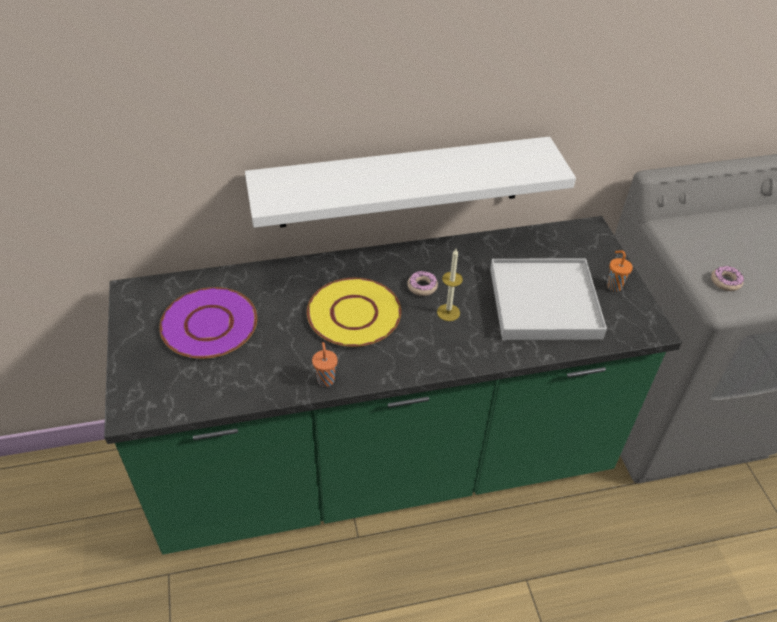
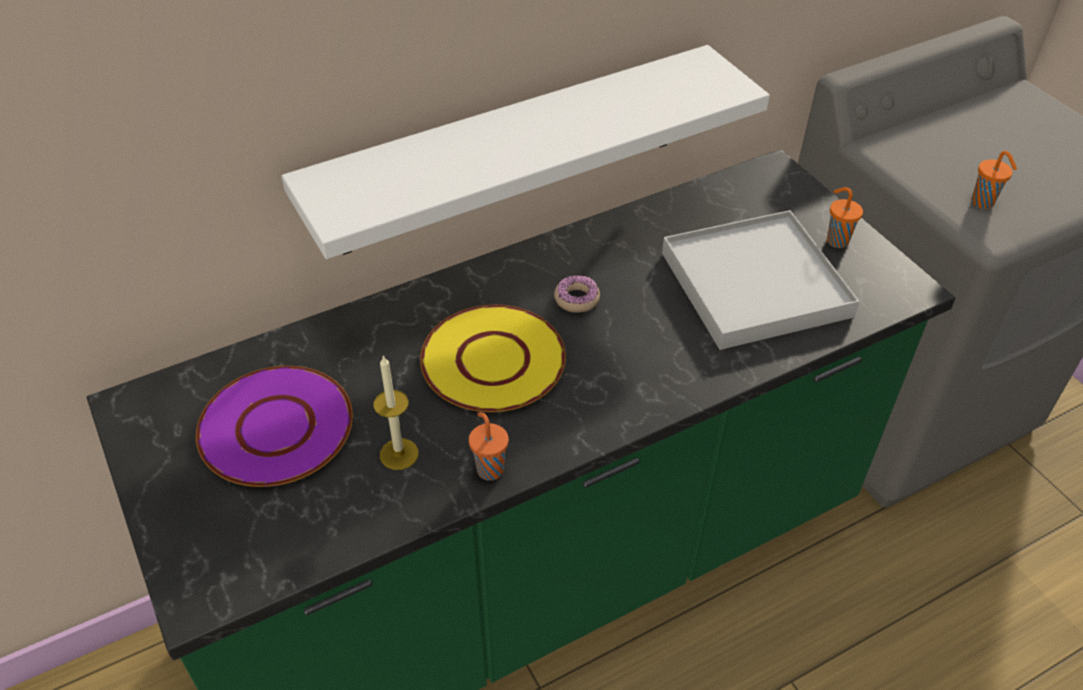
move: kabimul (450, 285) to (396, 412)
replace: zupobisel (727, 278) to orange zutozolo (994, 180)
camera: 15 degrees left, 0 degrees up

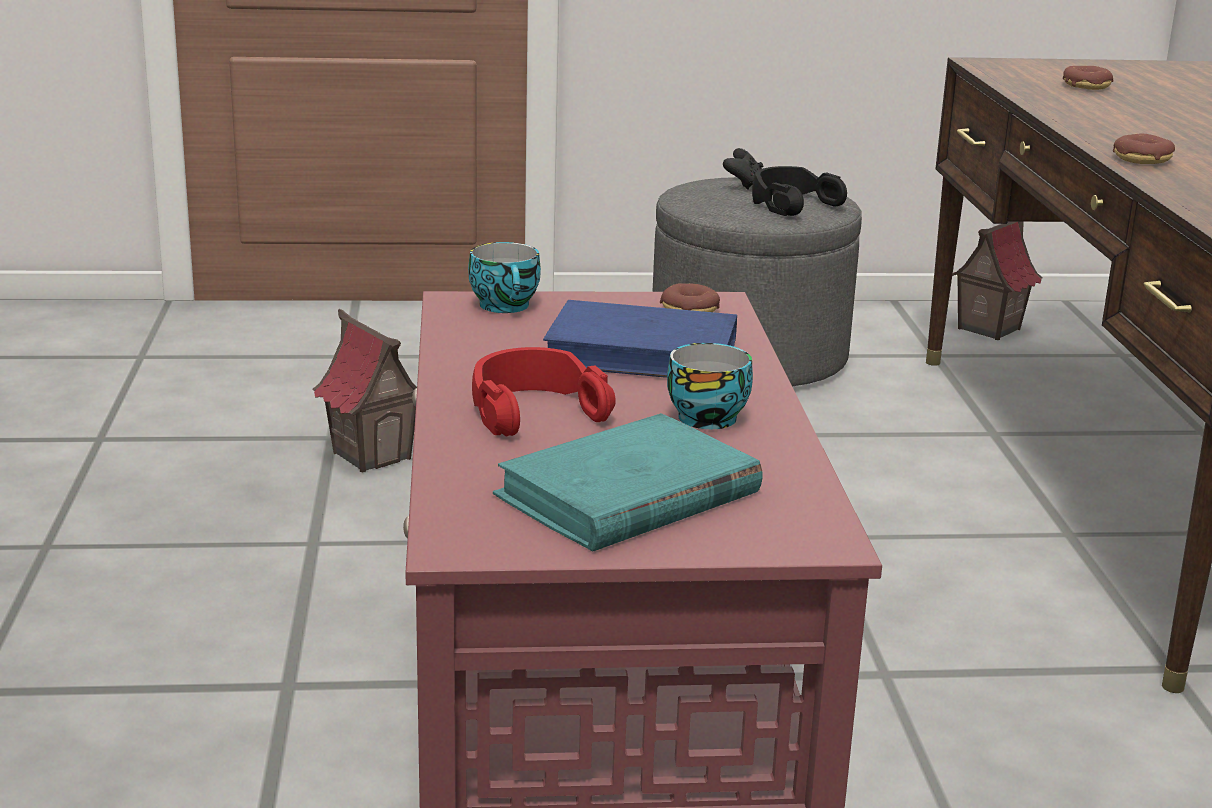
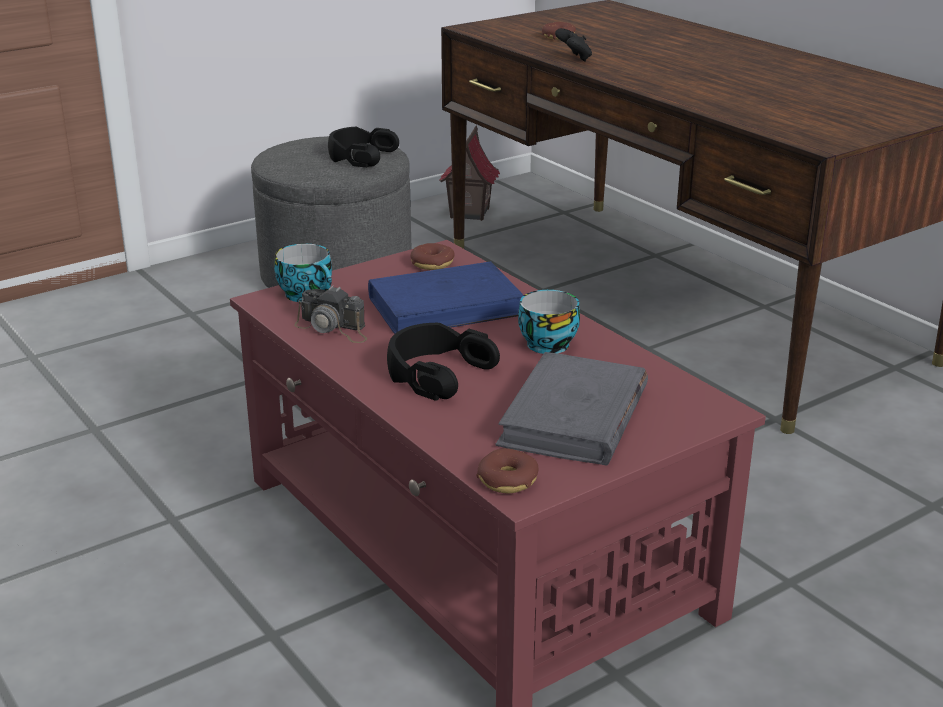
delete: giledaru (364, 390)
insert: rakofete (330, 314)
move: zupobisel (1144, 149) to (507, 470); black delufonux (743, 169) to (573, 45)
recolor: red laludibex (544, 391) to black laludibex (443, 361); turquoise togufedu (628, 482) to grey togufedu (572, 409)
camera: 30 degrees left, 5 degrees up

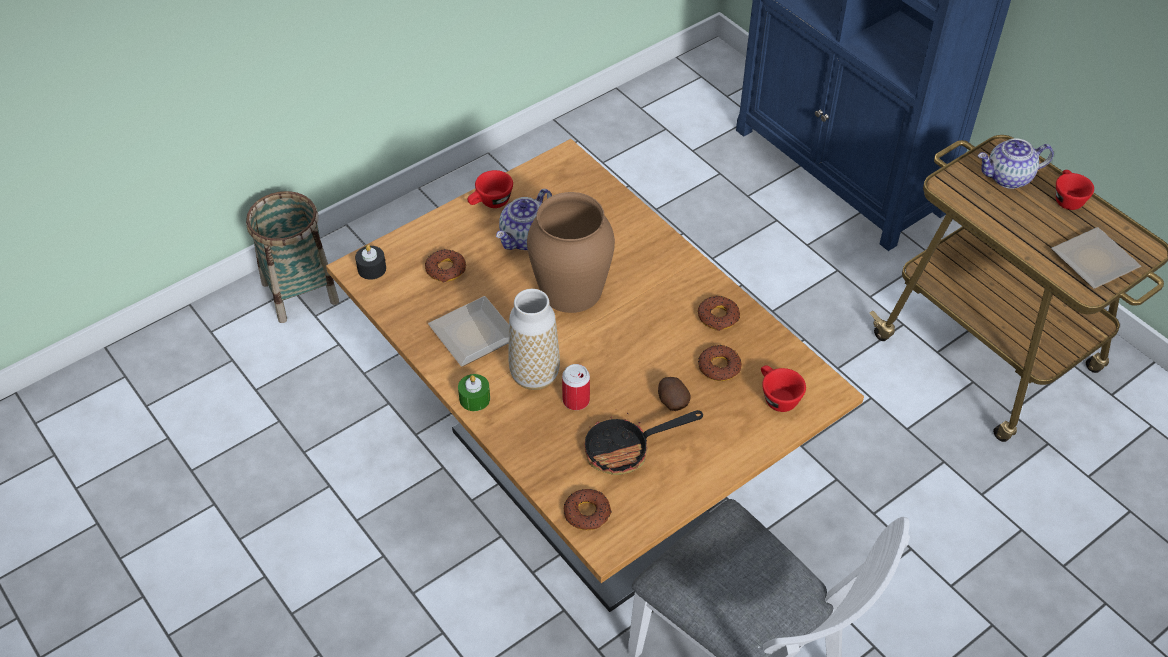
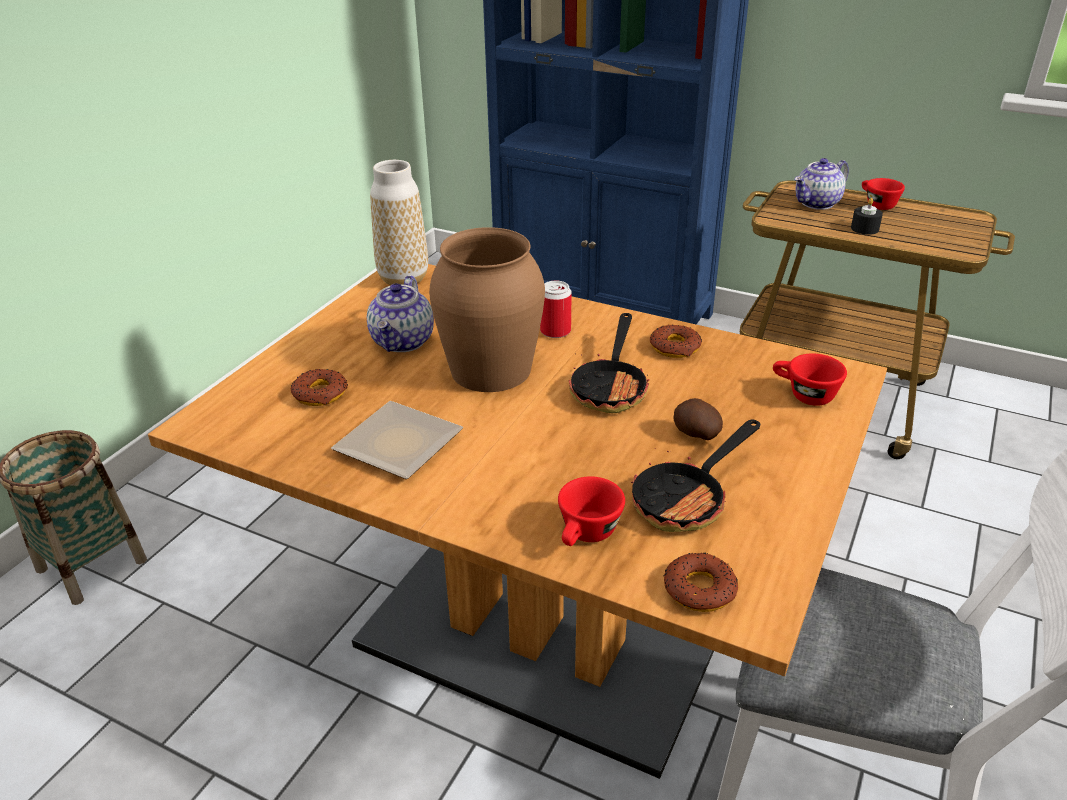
delete: green kabimul (474, 392); zupobisel (720, 363); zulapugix (1096, 258)
insert: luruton (609, 363)
move: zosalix (534, 339) to (399, 223); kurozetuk (576, 387) to (556, 309); red zutozolo (490, 189) to (591, 511); black kabimul (370, 262) to (867, 216)
camera: 25 degrees left, 15 degrees down

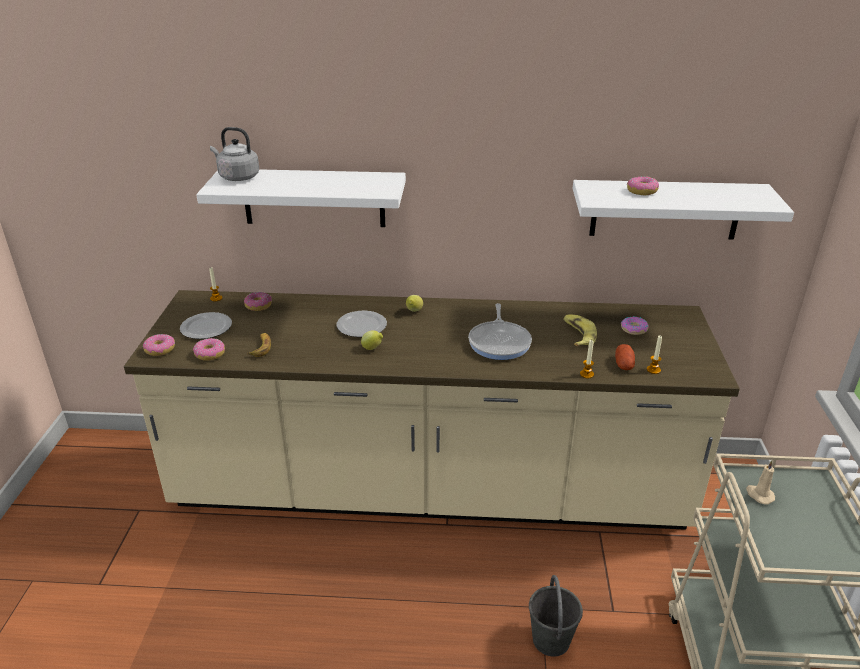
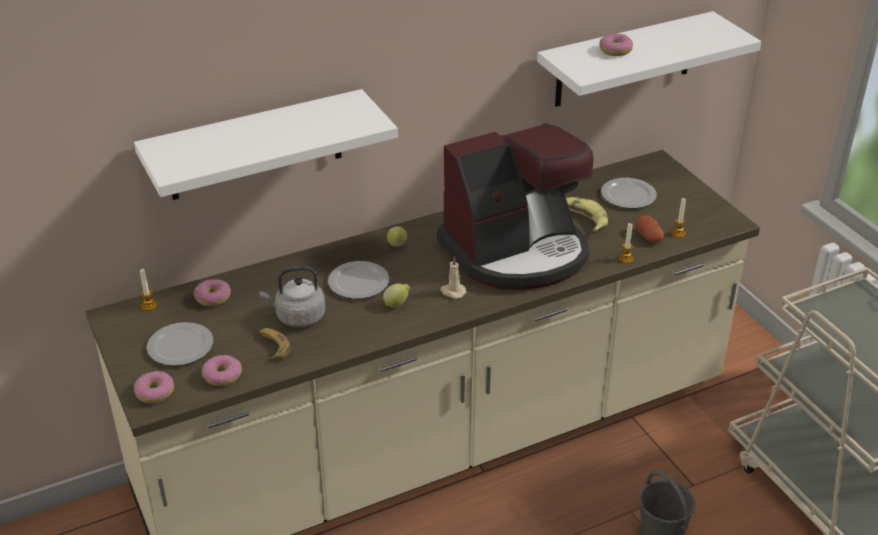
move: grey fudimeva (234, 154) to (292, 296); beige kabimul (760, 482) to (453, 278)
replace: luruton (500, 331) to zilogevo (515, 206); zupobisel (635, 325) to zulapugix (629, 193)
camera: 30 degrees left, 5 degrees up

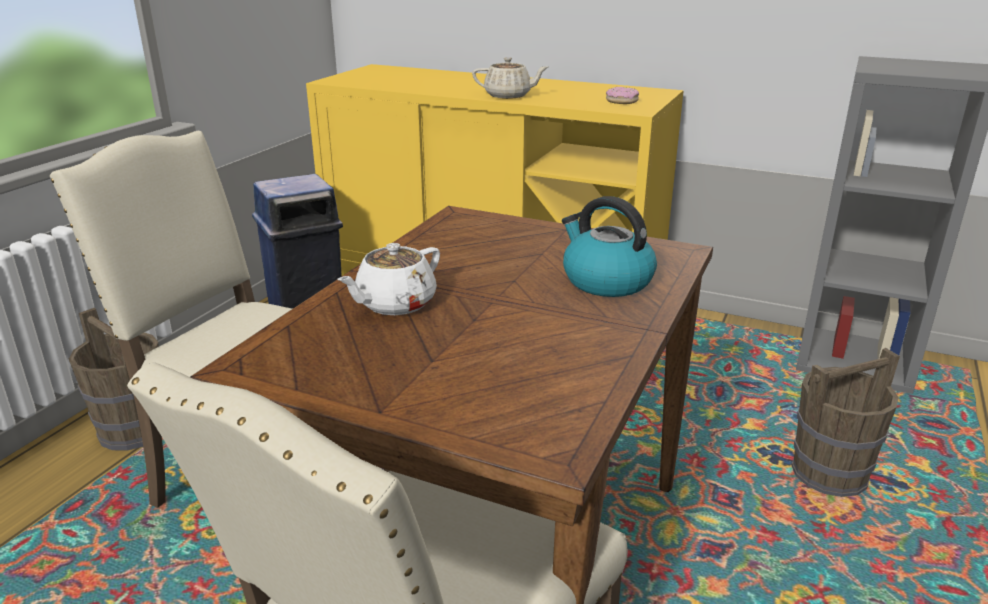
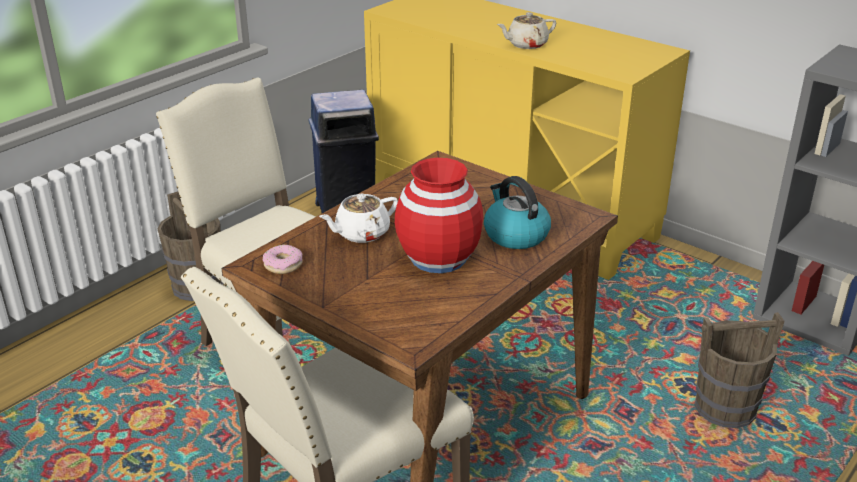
insert: red zosalix (439, 215)
move: zupobisel (622, 95) to (283, 259)
rotate: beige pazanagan (510, 78) = (526, 30) 135 degrees clockwise
camera: 15 degrees right, 5 degrees up

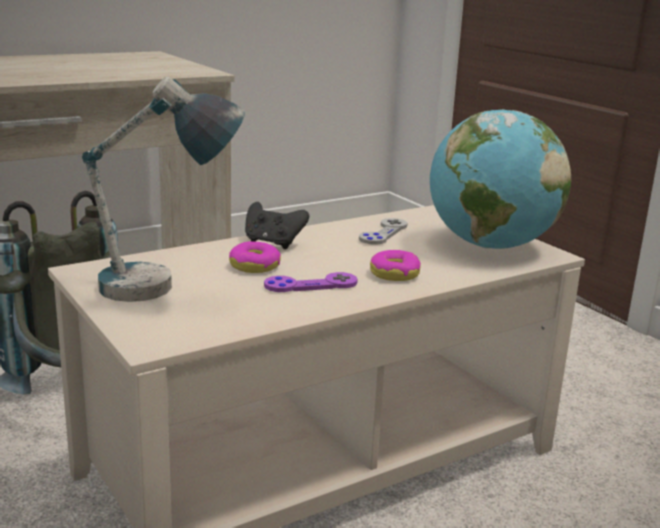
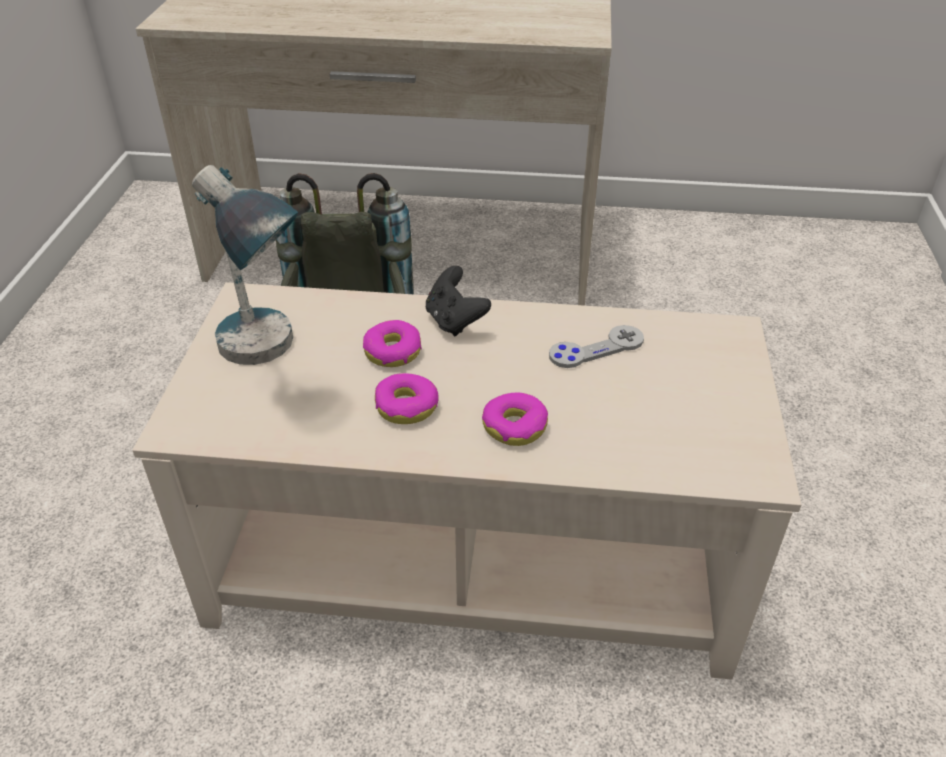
delete: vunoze (500, 179)
replace: purple delufonux (311, 282) to zupobisel (407, 398)
camera: 40 degrees right, 20 degrees up

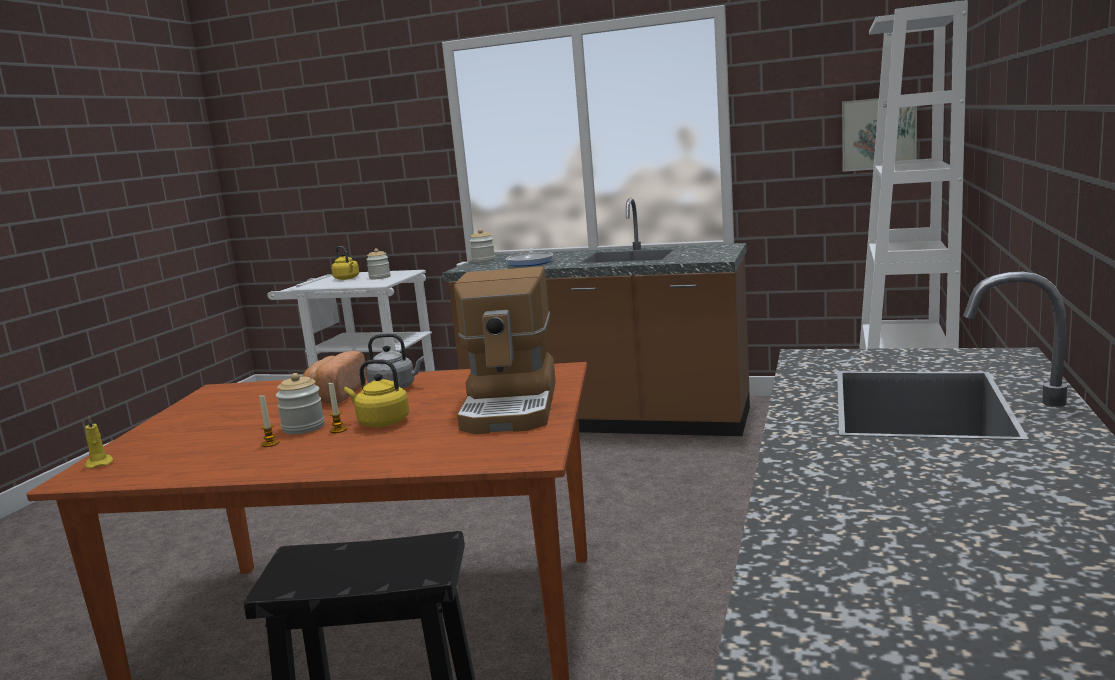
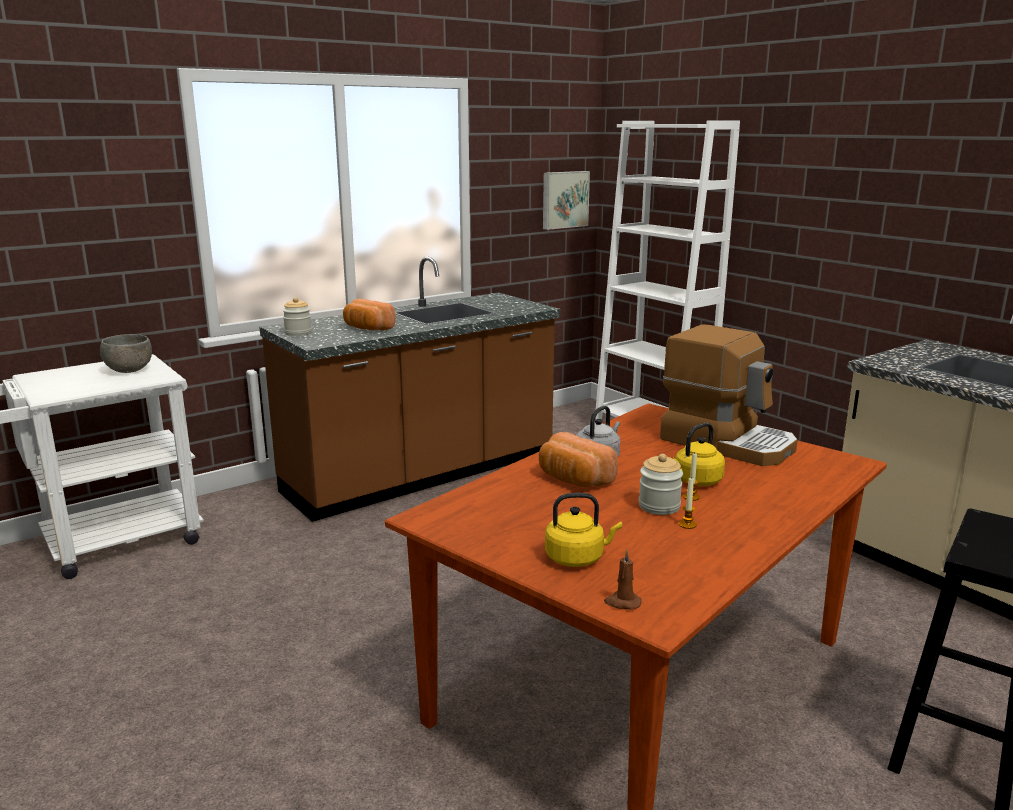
move: yellow fudimeva (345, 263) to (583, 530)
replace: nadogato (378, 263) to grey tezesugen (126, 353); luruton (529, 257) to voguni (369, 314)
recolor: yellow kabimul (99, 441) to brown kabimul (622, 580)
camera: 55 degrees left, 5 degrees up

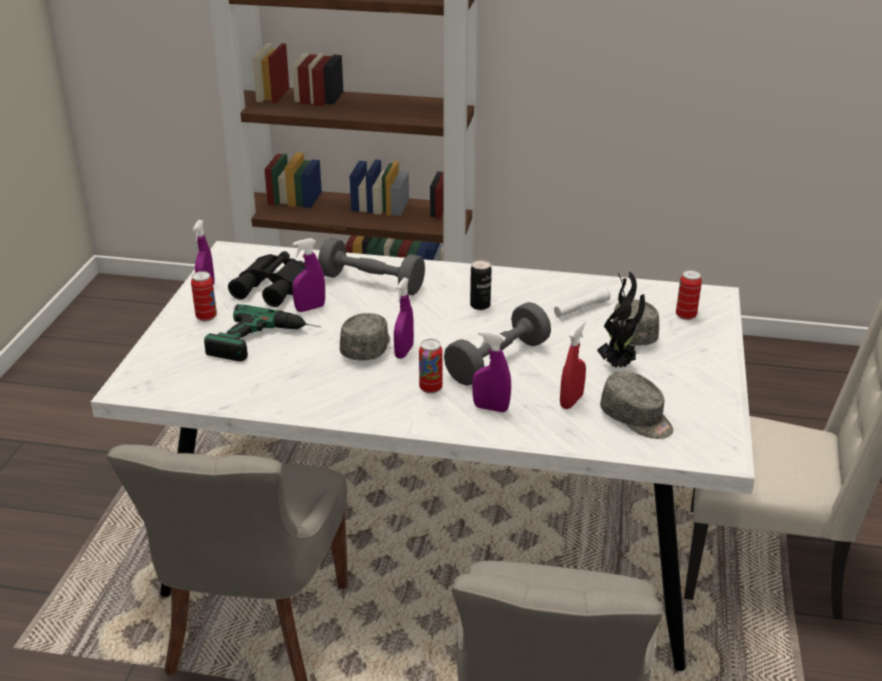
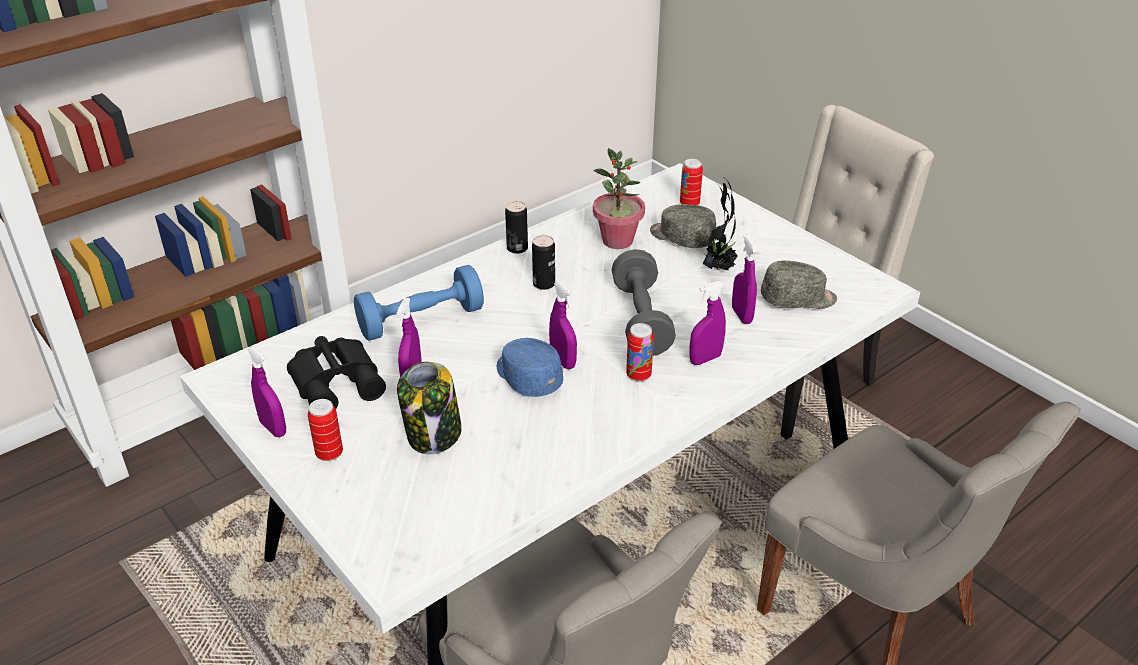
insert: kurozetuk (516, 227)
replace: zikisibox (262, 332) to nadogato (429, 408); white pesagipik (582, 301) to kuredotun (619, 198)
recolor: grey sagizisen (371, 266) to blue sagizisen (419, 303); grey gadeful (365, 337) to blue gadeful (530, 367); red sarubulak (573, 365) to purple sarubulak (744, 279)
camera: 50 degrees left, 5 degrees up

